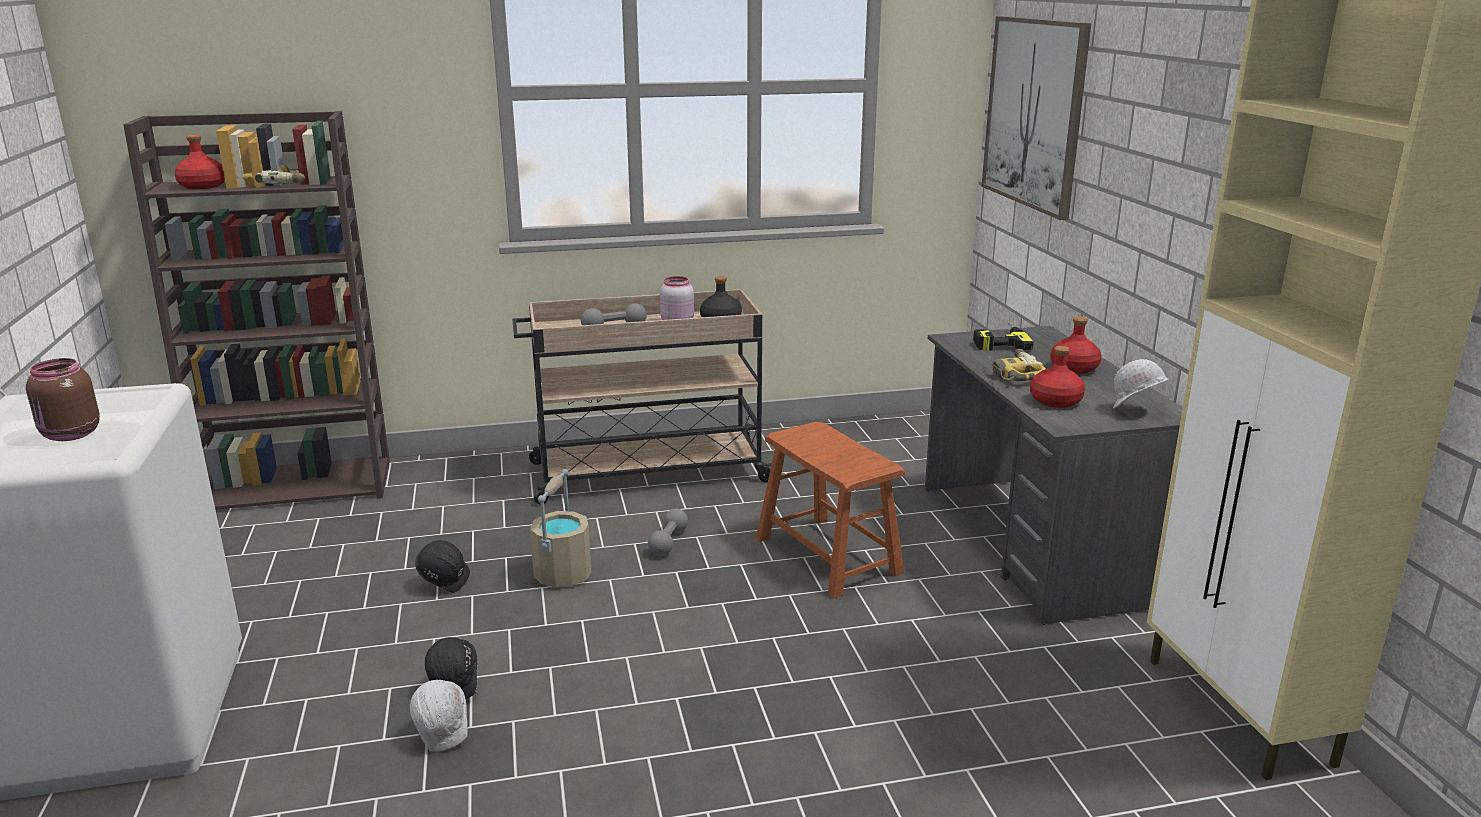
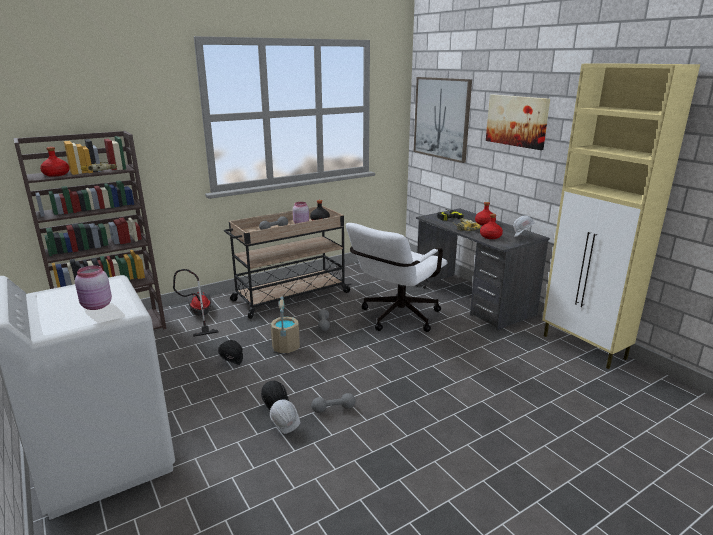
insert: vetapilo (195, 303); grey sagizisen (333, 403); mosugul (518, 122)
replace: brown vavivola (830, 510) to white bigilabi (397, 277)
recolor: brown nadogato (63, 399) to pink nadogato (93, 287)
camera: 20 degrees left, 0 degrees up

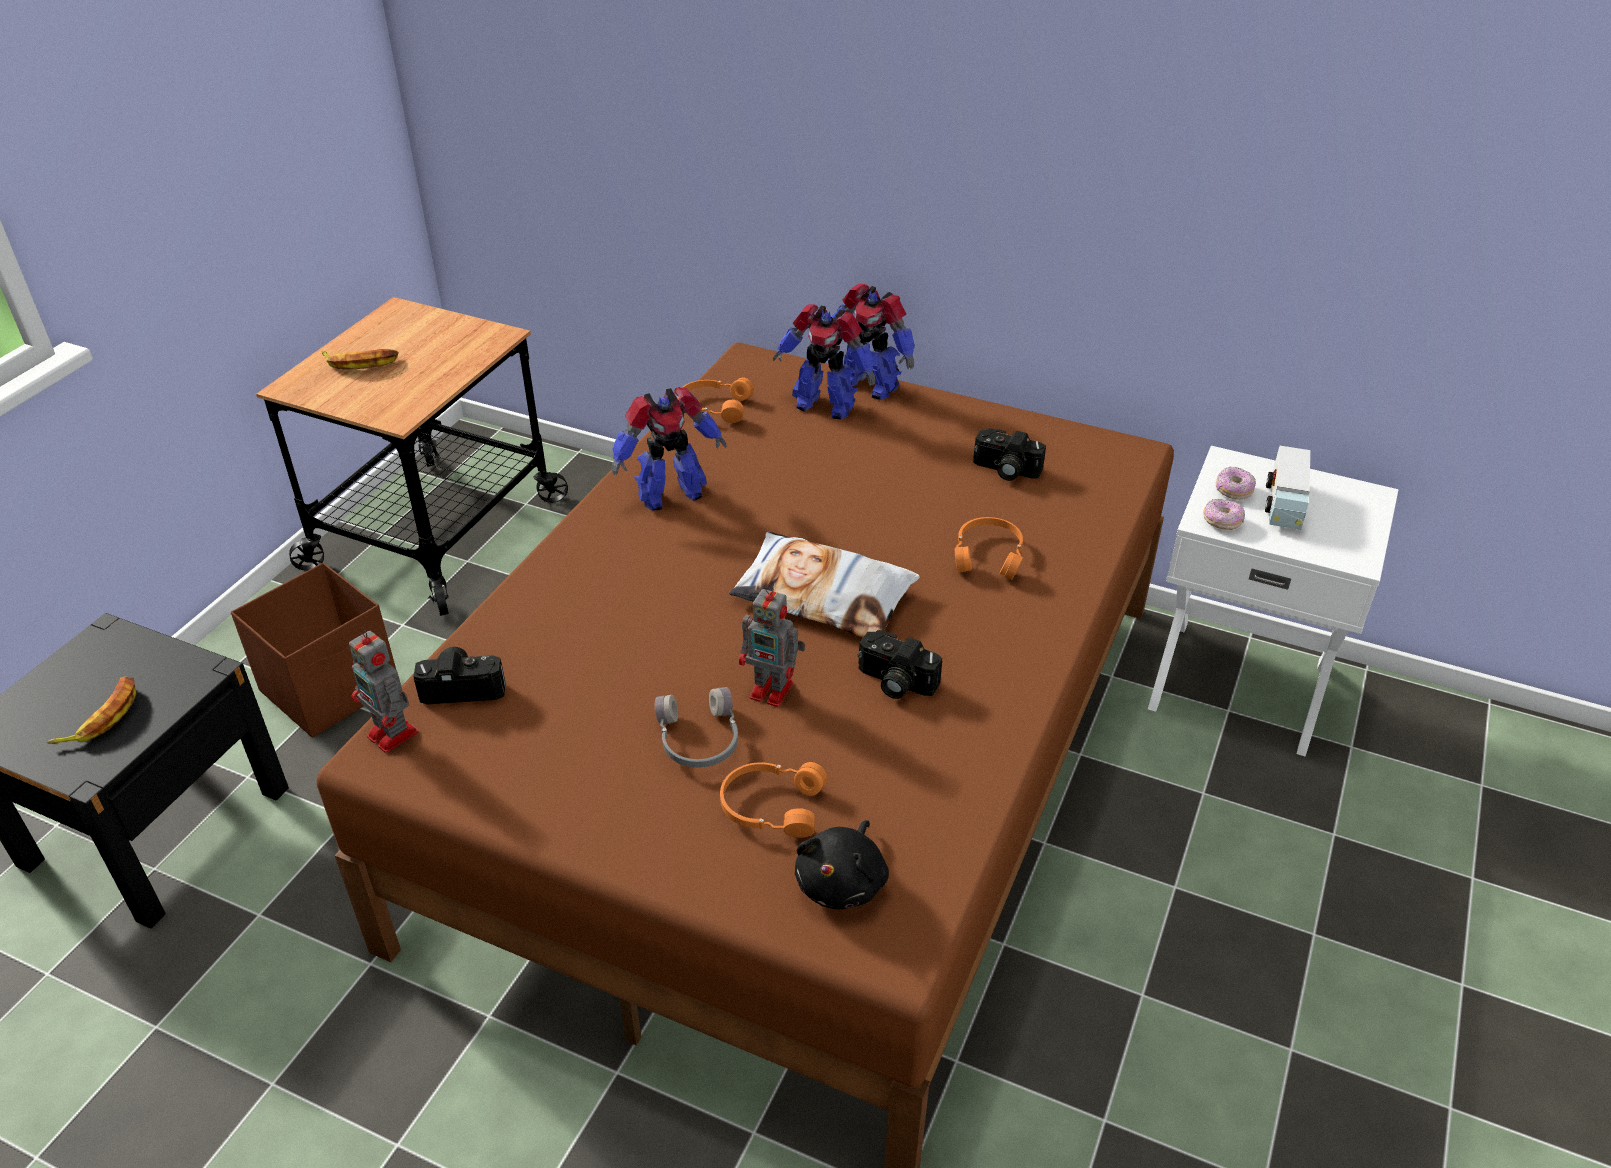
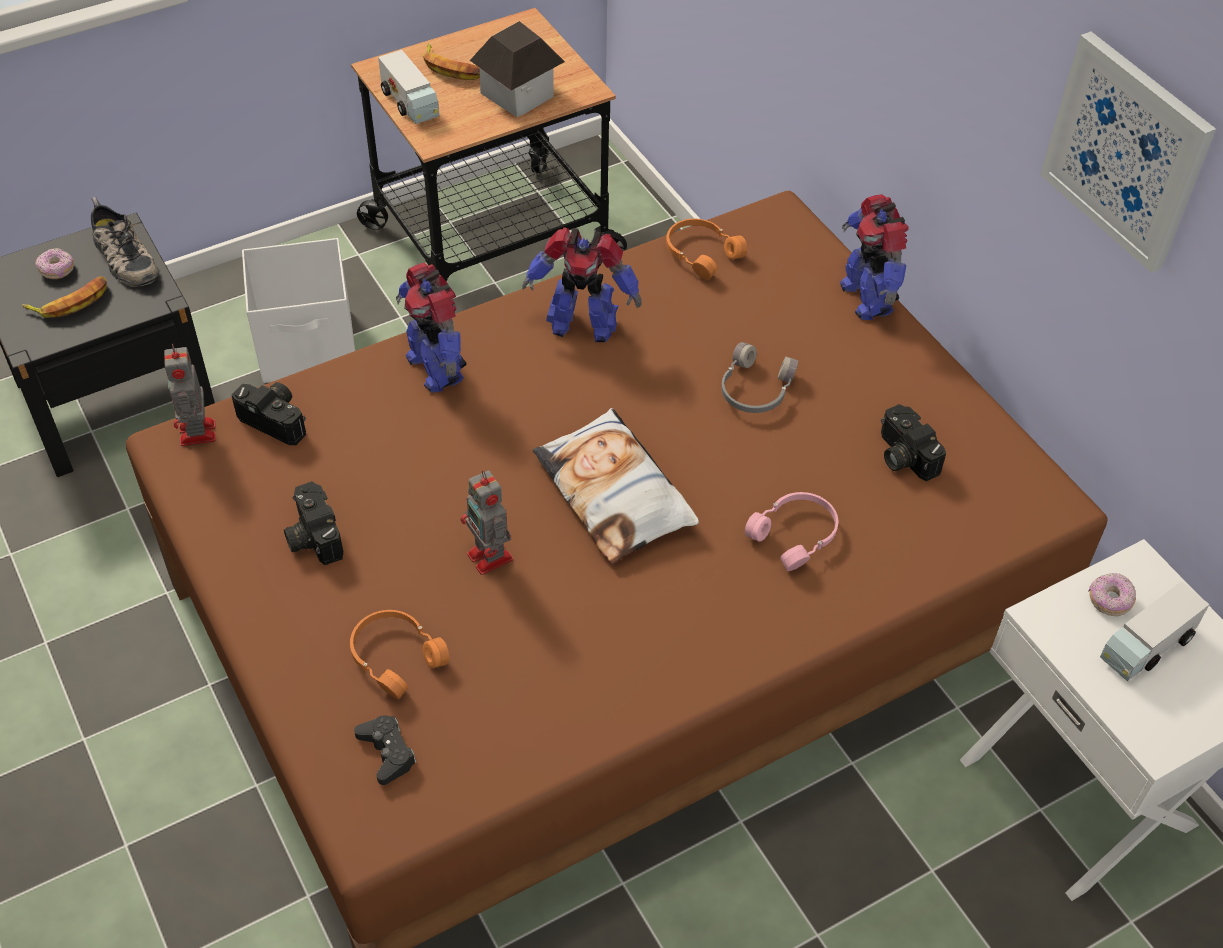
insert: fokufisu (125, 242); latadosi (408, 87); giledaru (517, 69); mosugul (1128, 152)
move: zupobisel (1224, 514) to (54, 263); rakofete (900, 664) to (313, 523); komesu (824, 362) to (431, 327); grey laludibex (696, 727) to (759, 377)
replace: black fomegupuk (842, 865) to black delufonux (385, 750)
recolor: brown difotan (313, 650) to white difotan (298, 310); orange laludibex (989, 548) to pink laludibex (791, 531)
camera: 35 degrees right, 10 degrees up

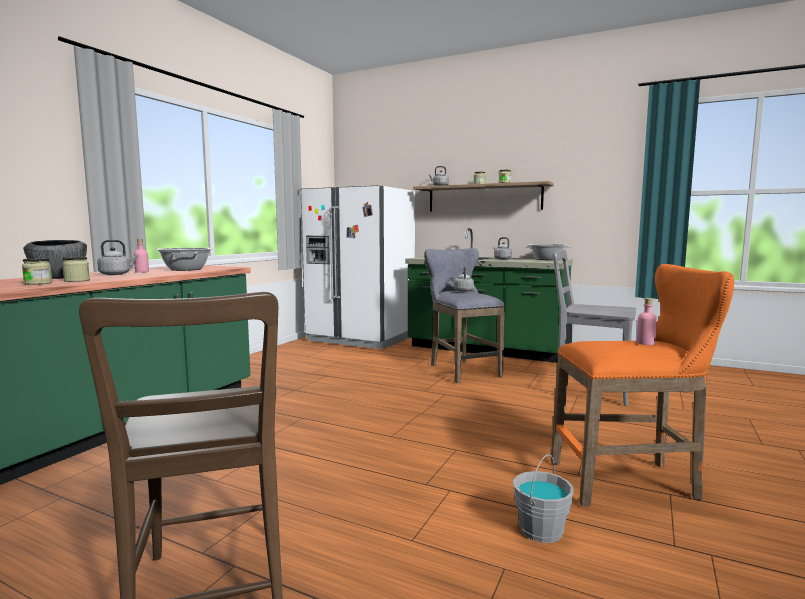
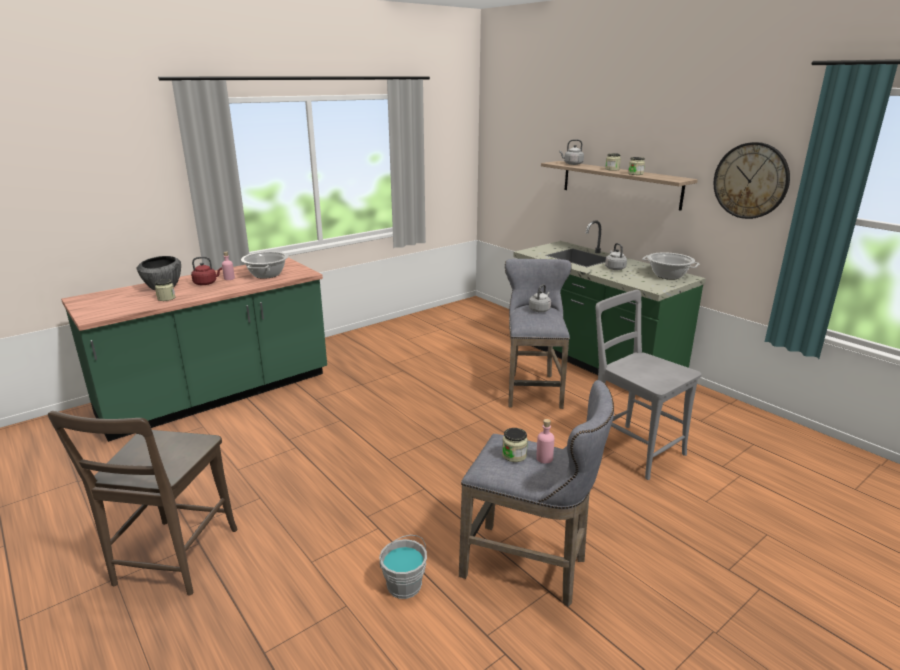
delete: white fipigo (358, 267)
insert: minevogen (752, 180)
move: nadogato (37, 271) to (515, 445)
recolor: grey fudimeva (117, 257) to red fudimeva (206, 271); orange vavivola (642, 385) to grey vavivola (536, 493)
camera: 25 degrees right, 15 degrees up

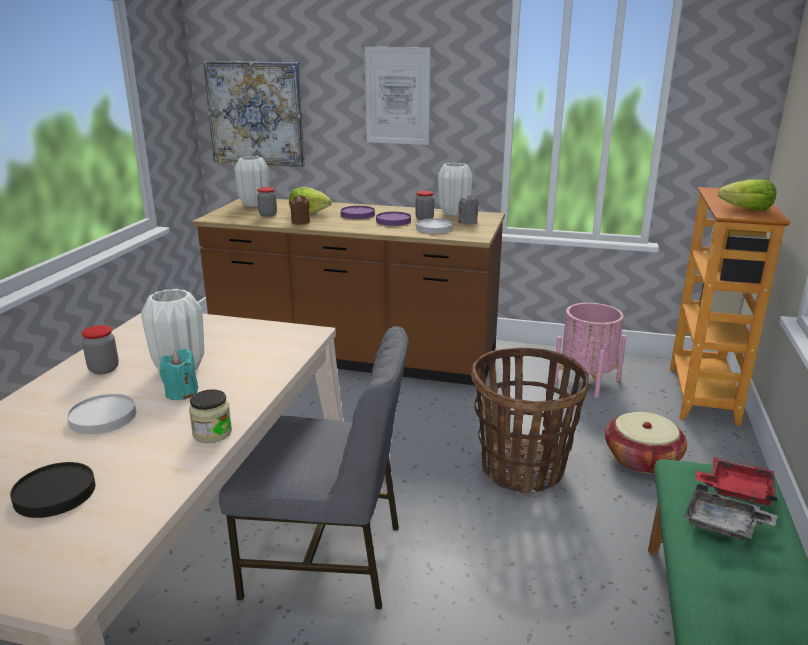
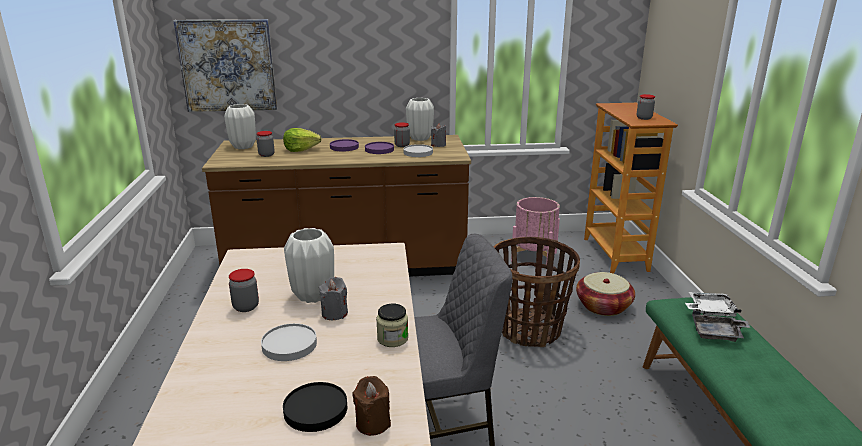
delete: mosugul (398, 96)
move: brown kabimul (300, 210) to (371, 406)
replace: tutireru (747, 195) to nadogato (646, 107)
recolor: turquoise kabimul (179, 374) to grey kabimul (333, 298); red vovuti (736, 481) to white vovuti (713, 304)
camera: 20 degrees left, 0 degrees up

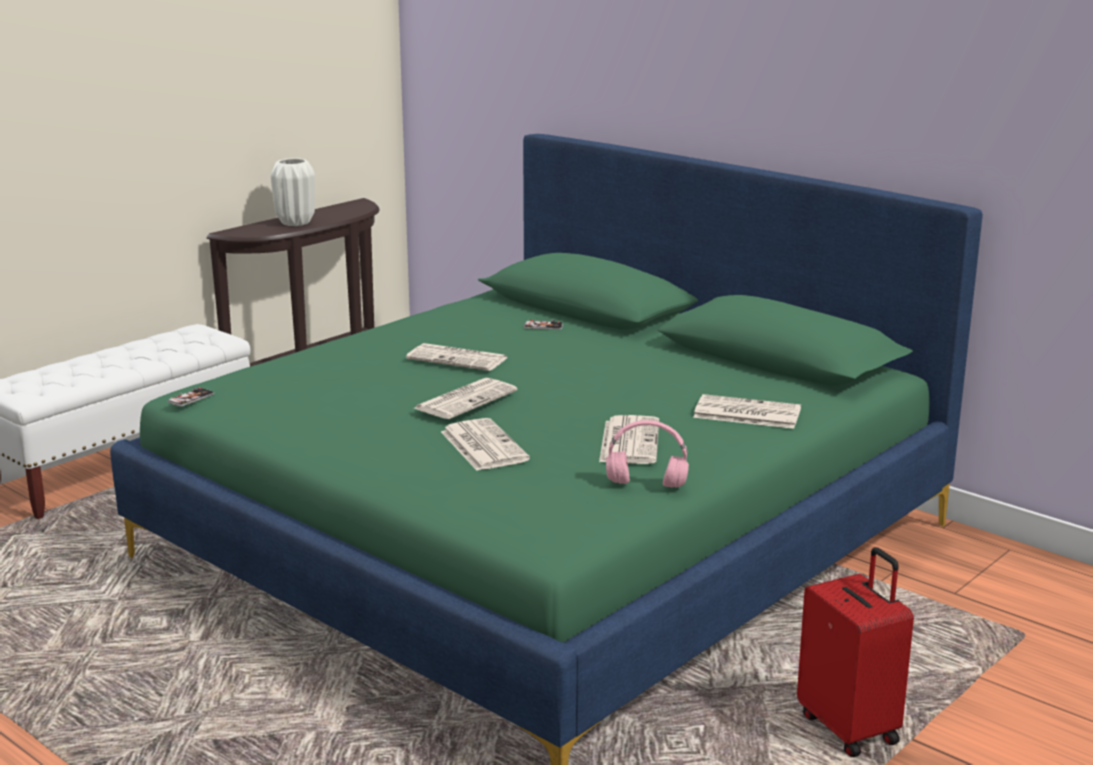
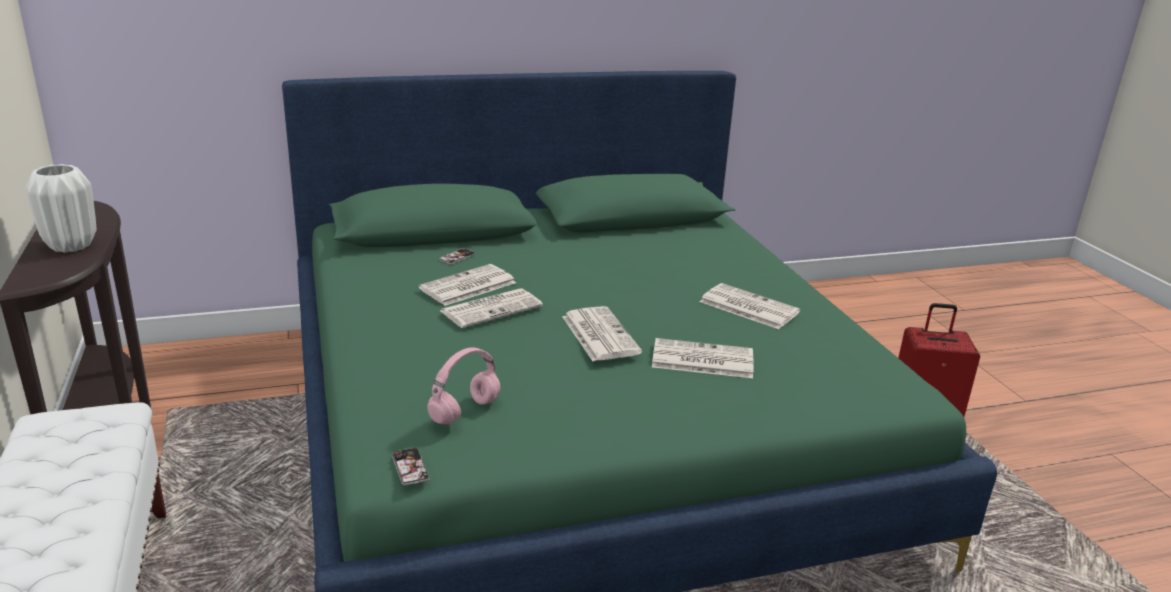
move: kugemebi (747, 411) to (467, 285); pink laludibex (647, 454) to (463, 385)
camera: 60 degrees left, 5 degrees up

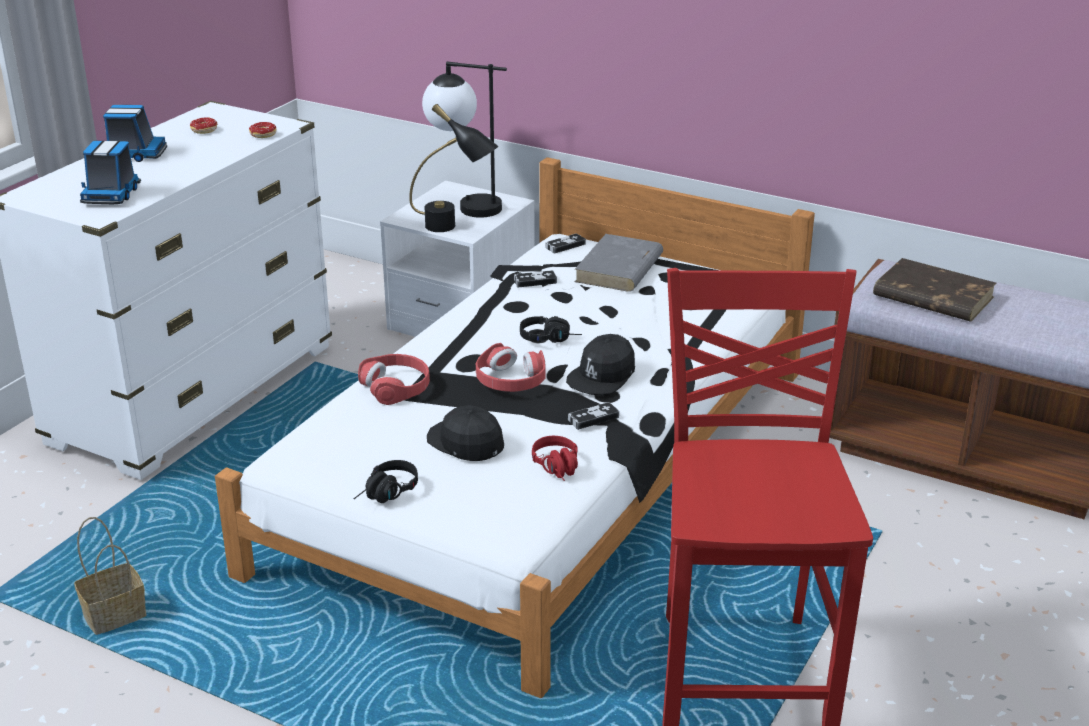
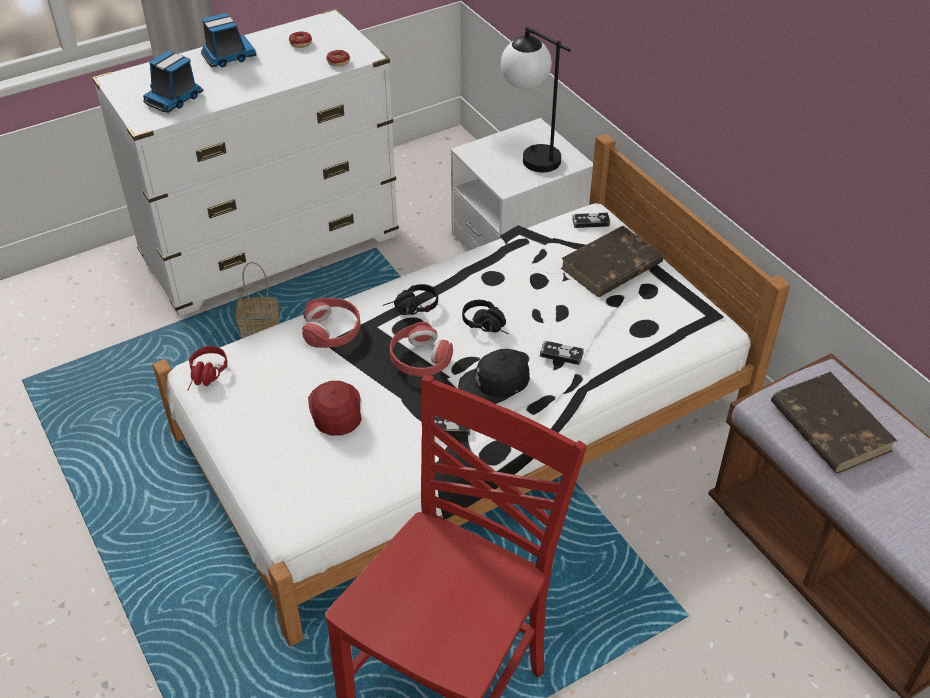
delete: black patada (453, 168)
move: red laludibex (555, 458) to (207, 368); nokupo (110, 576) to (258, 300); black laludibex (386, 481) to (410, 299); delufonux (535, 279) to (562, 353)
recolor: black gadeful (465, 433) to red gadeful (335, 408); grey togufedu (619, 263) to brown togufedu (612, 261)
rotate: latadosi (135, 133) = (228, 40) 60 degrees counterclockwise
camera: 30 degrees right, 15 degrees up

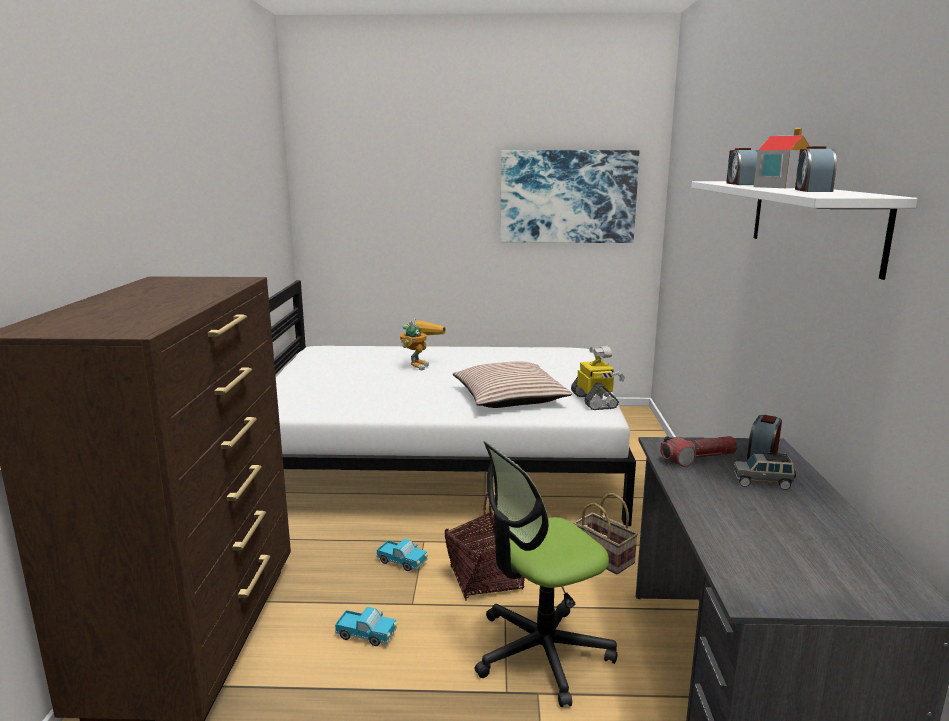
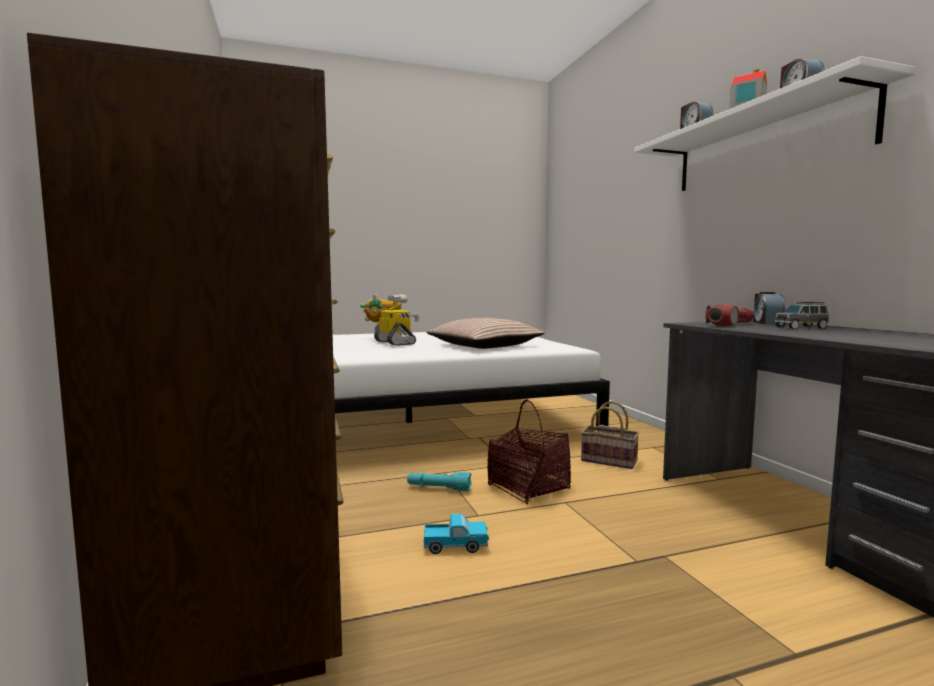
delete: bigilabi (546, 574); mosugul (570, 196)
move: komesu (598, 378) to (396, 320)
replace: latadosi (402, 555) to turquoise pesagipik (439, 481)
camera: 20 degrees left, 10 degrees down

